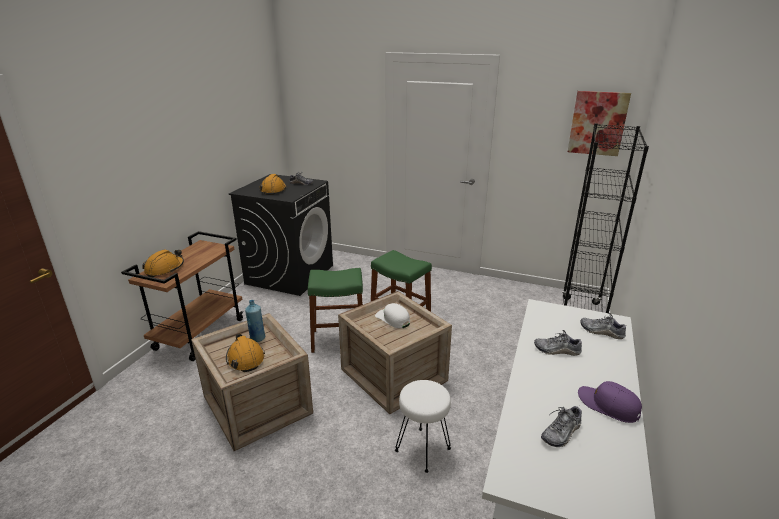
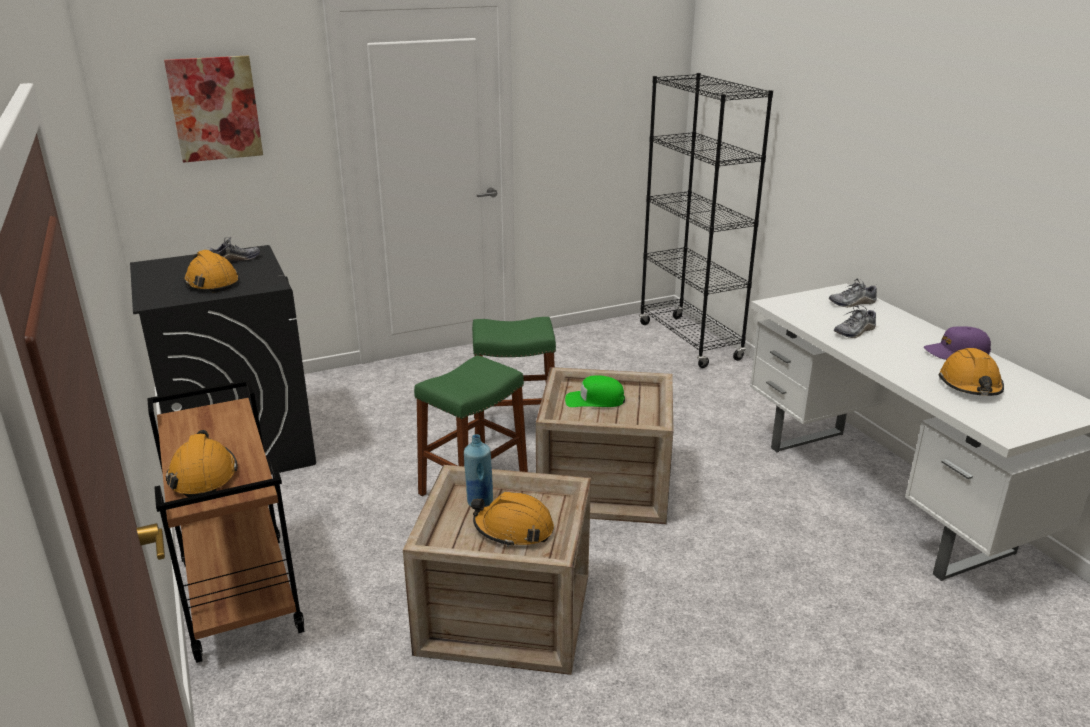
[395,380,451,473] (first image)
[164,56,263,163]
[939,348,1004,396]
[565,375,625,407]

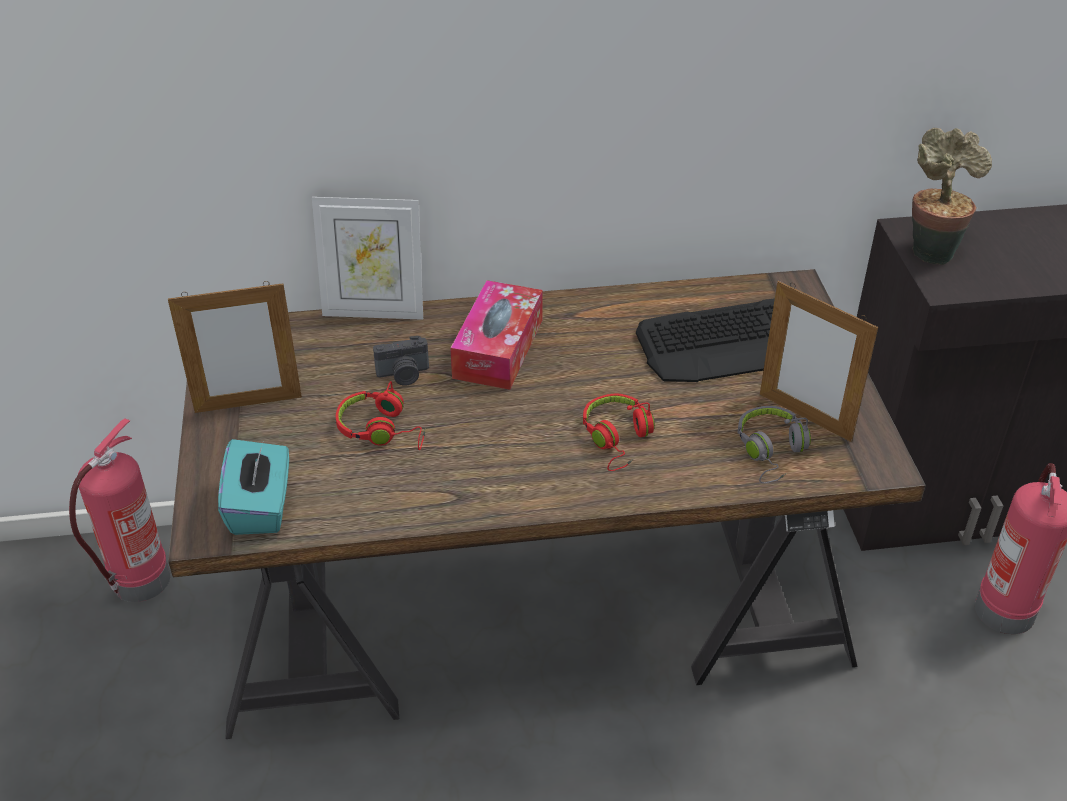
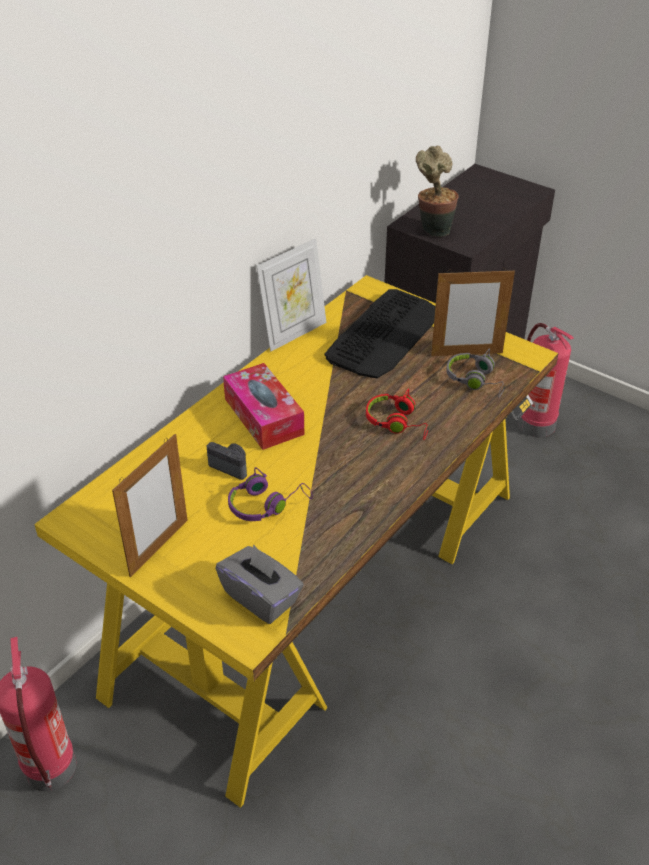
[257,238,327,352]
[34,275,559,808]
[215,544,304,624]
[228,467,313,521]
[207,442,247,480]

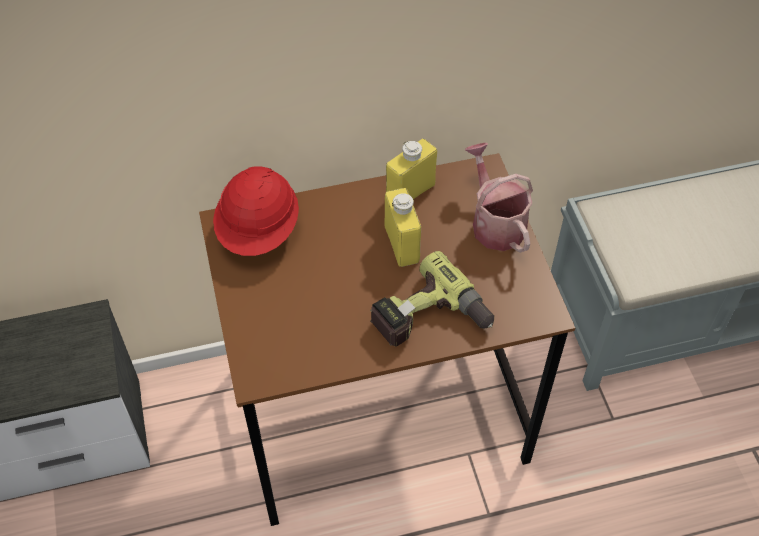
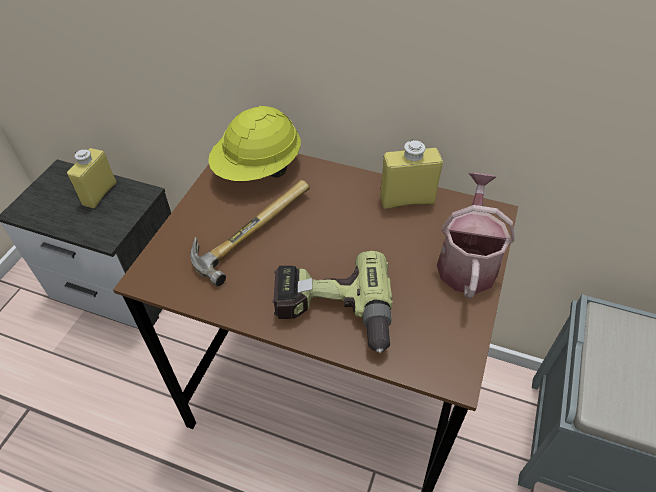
[191,180,310,286]
[67,148,117,208]
[208,106,301,181]

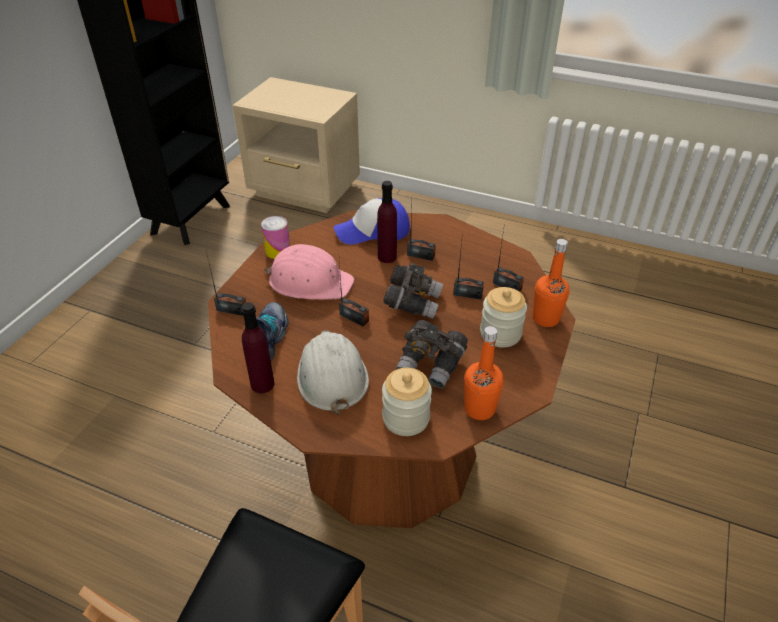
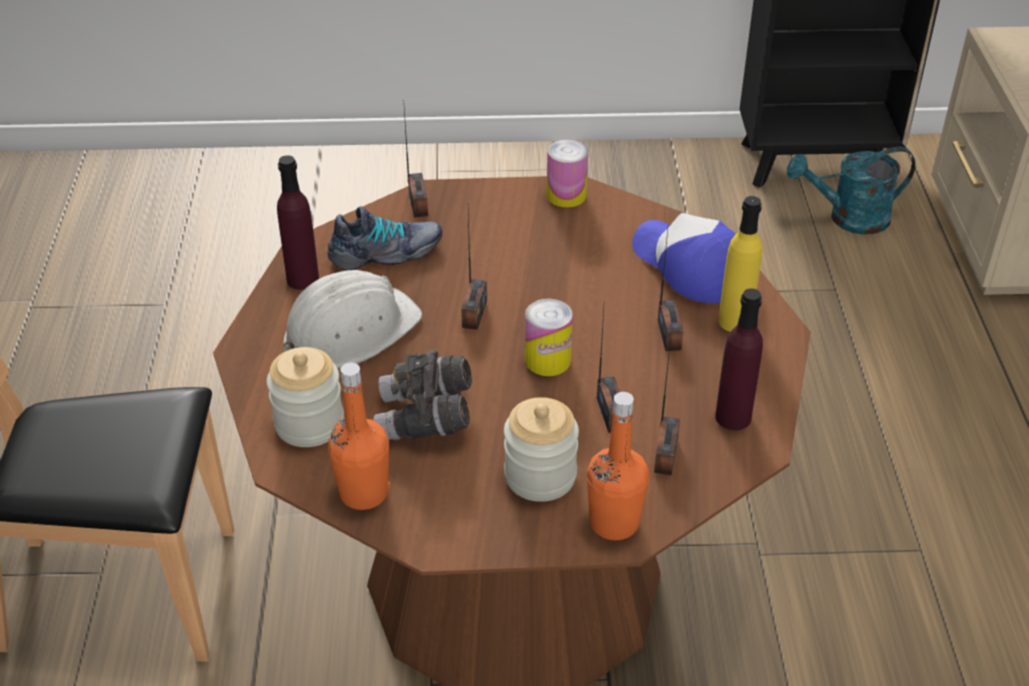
[264,244,354,299] (first image)
[718,196,762,332]
[787,147,916,235]
[715,288,763,430]
[525,299,573,376]

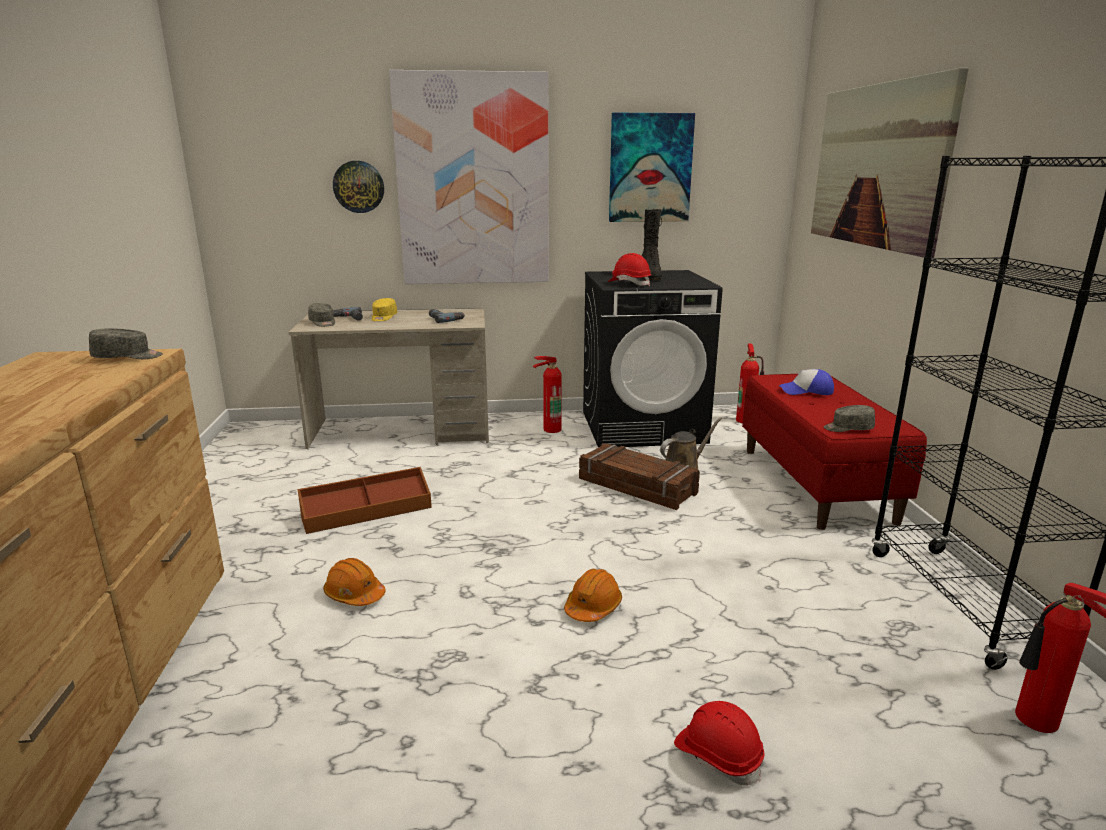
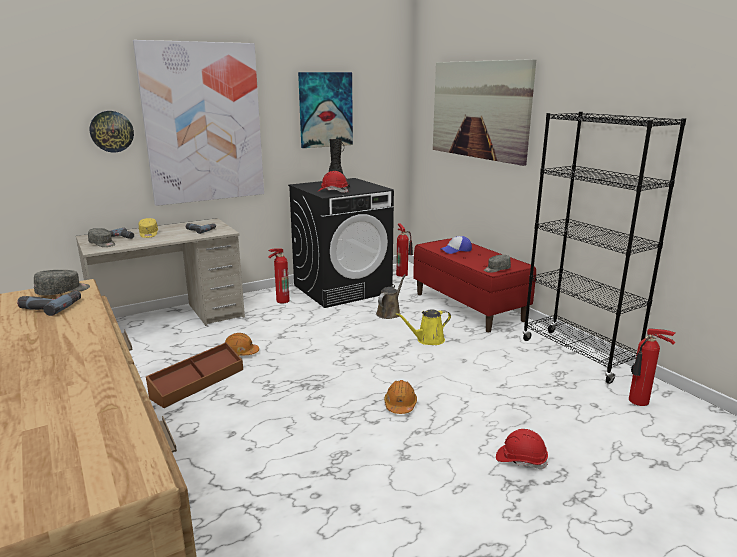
[579,443,700,510] (first image)
[17,291,81,316]
[396,309,451,345]
[225,333,259,356]

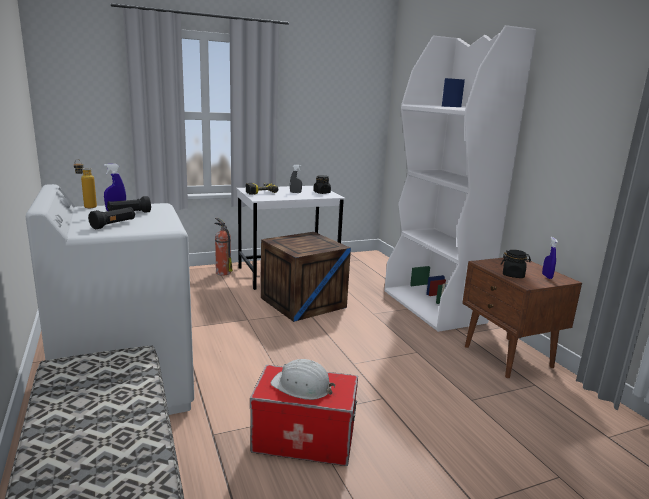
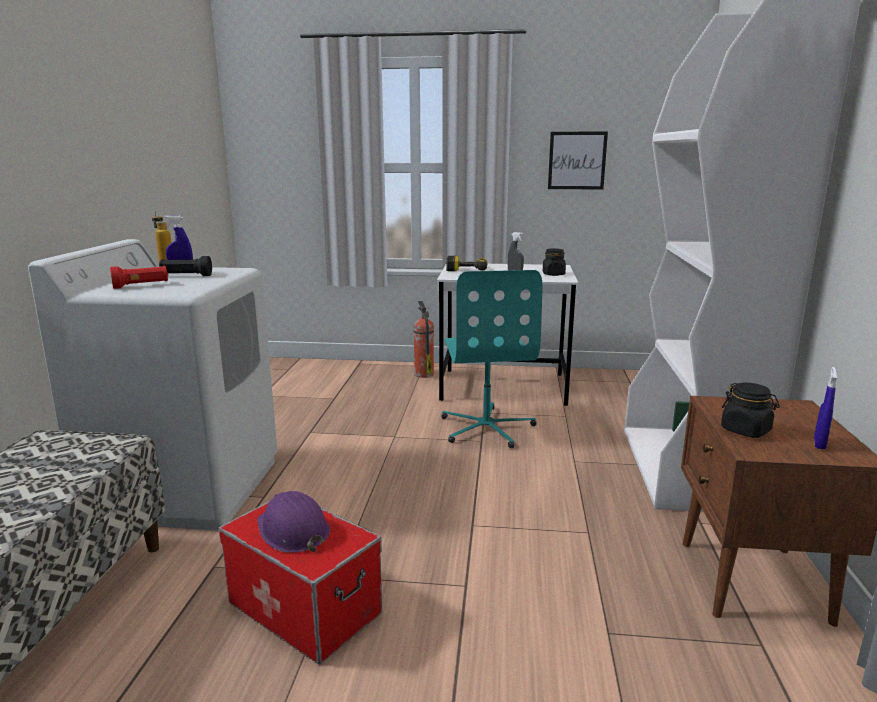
[548,132,608,190]
[441,270,543,448]
[110,266,168,289]
[257,491,330,553]

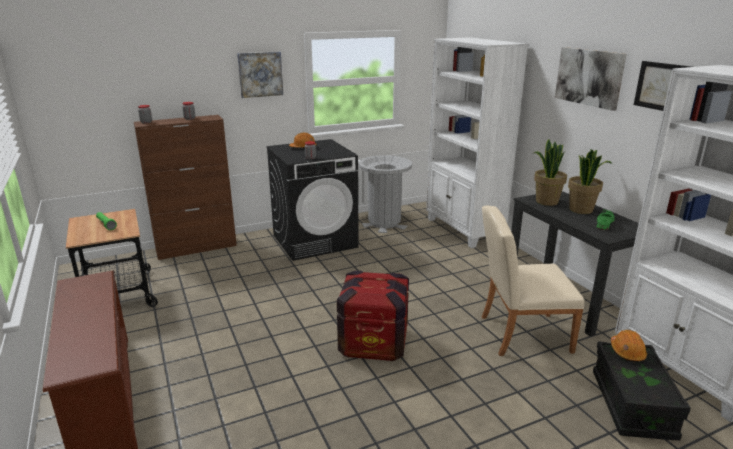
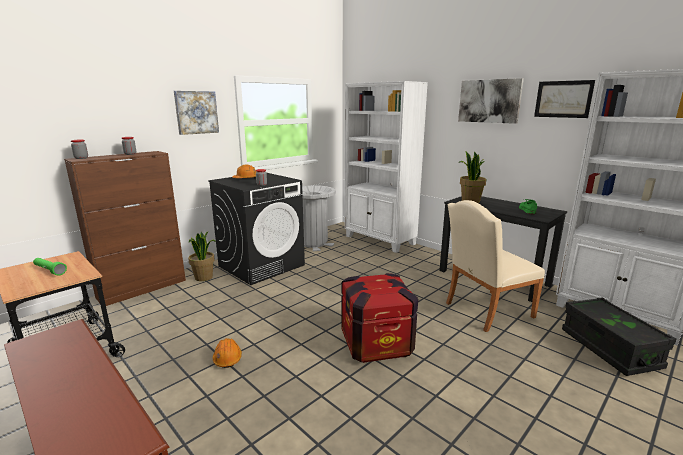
[188,232,216,281]
[213,338,242,368]

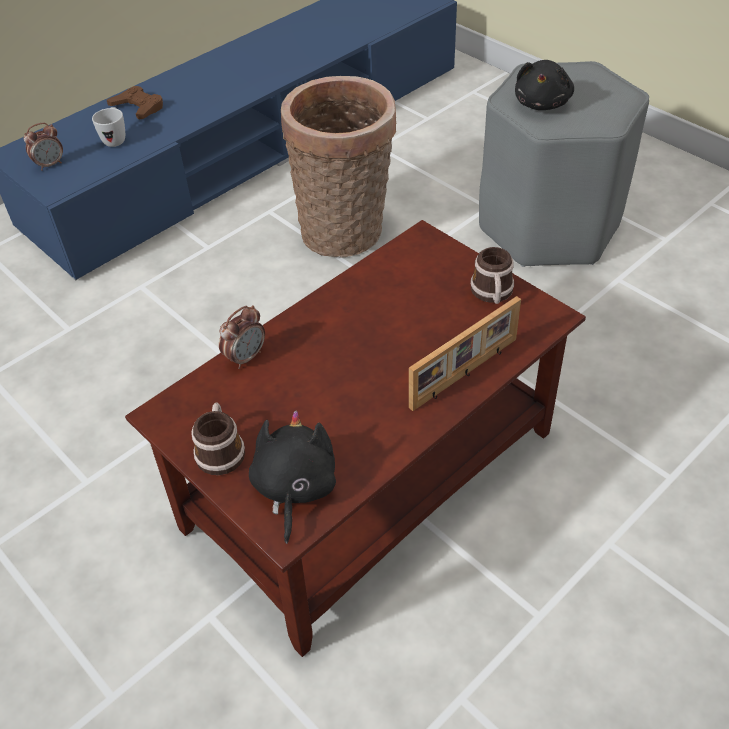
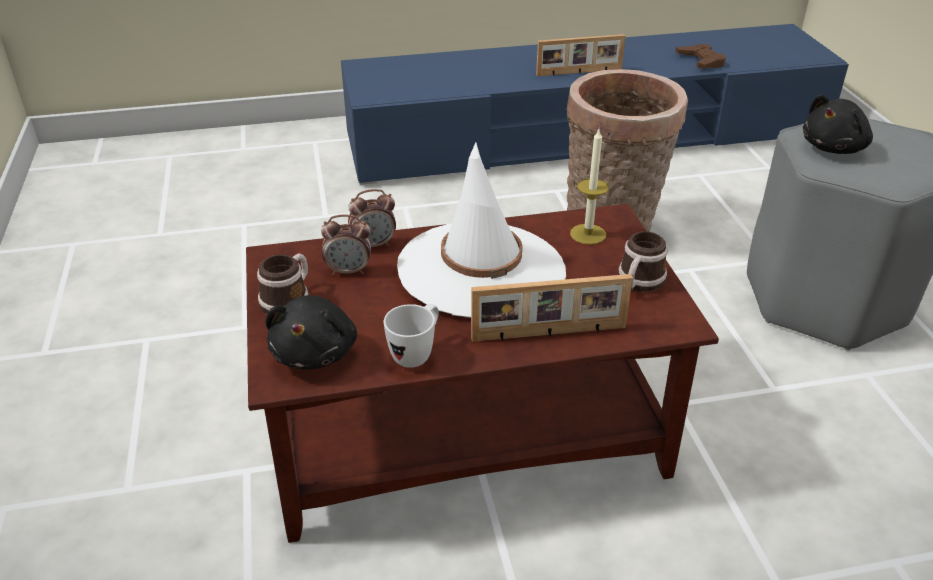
[397,142,566,318]
[536,34,626,76]
[570,129,609,245]
[321,214,371,275]
[384,304,439,368]
[675,44,726,69]
[266,295,357,370]

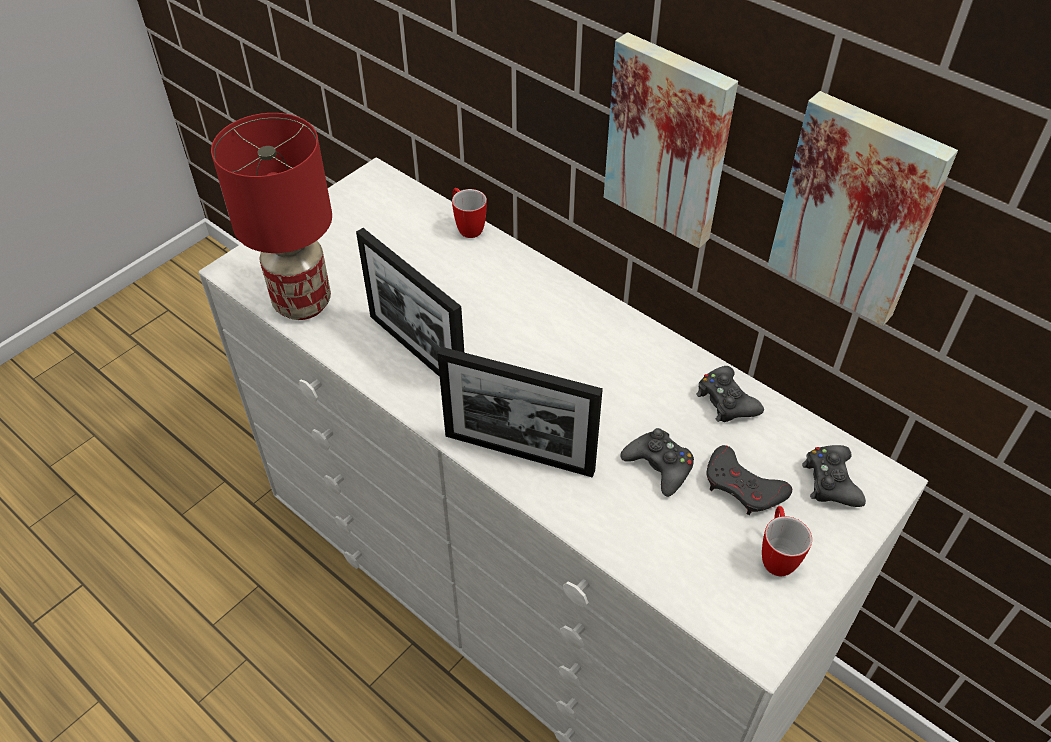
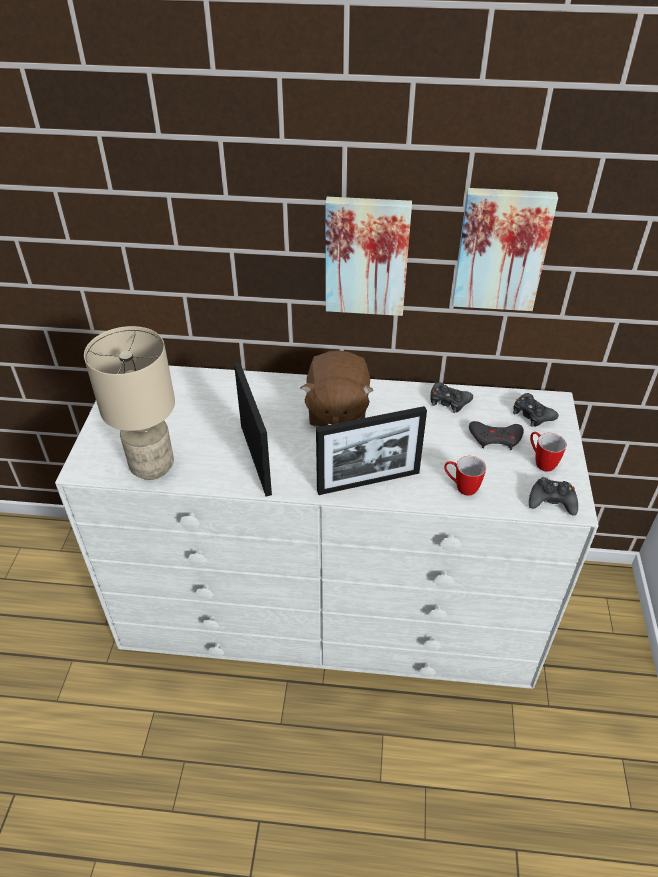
[301,350,374,427]
[444,456,486,496]
[529,477,578,516]
[84,326,175,480]
[234,363,272,496]

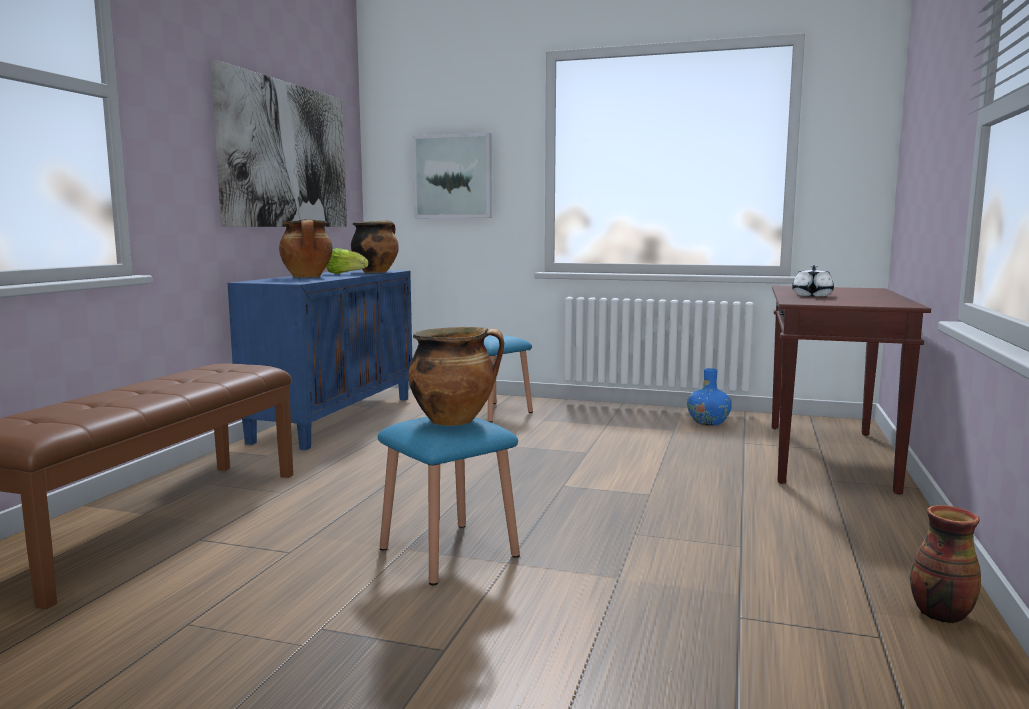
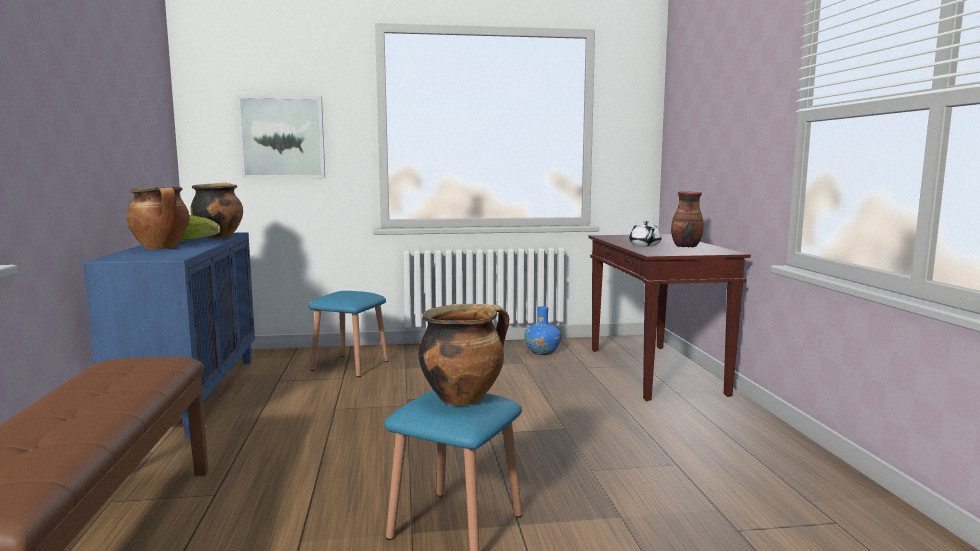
[211,60,347,227] (first image)
[671,191,703,248]

